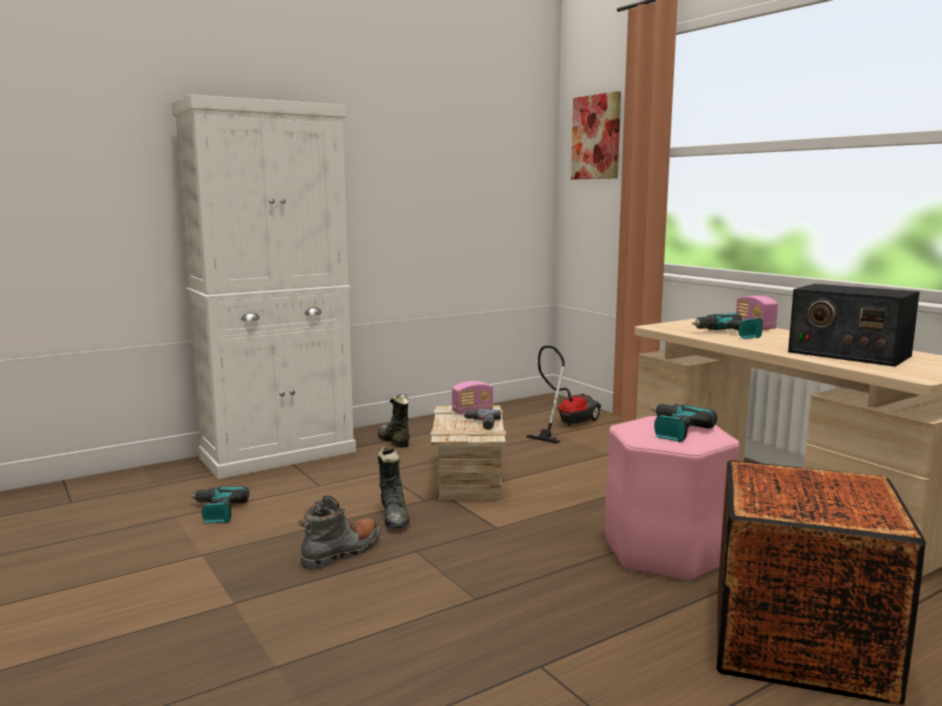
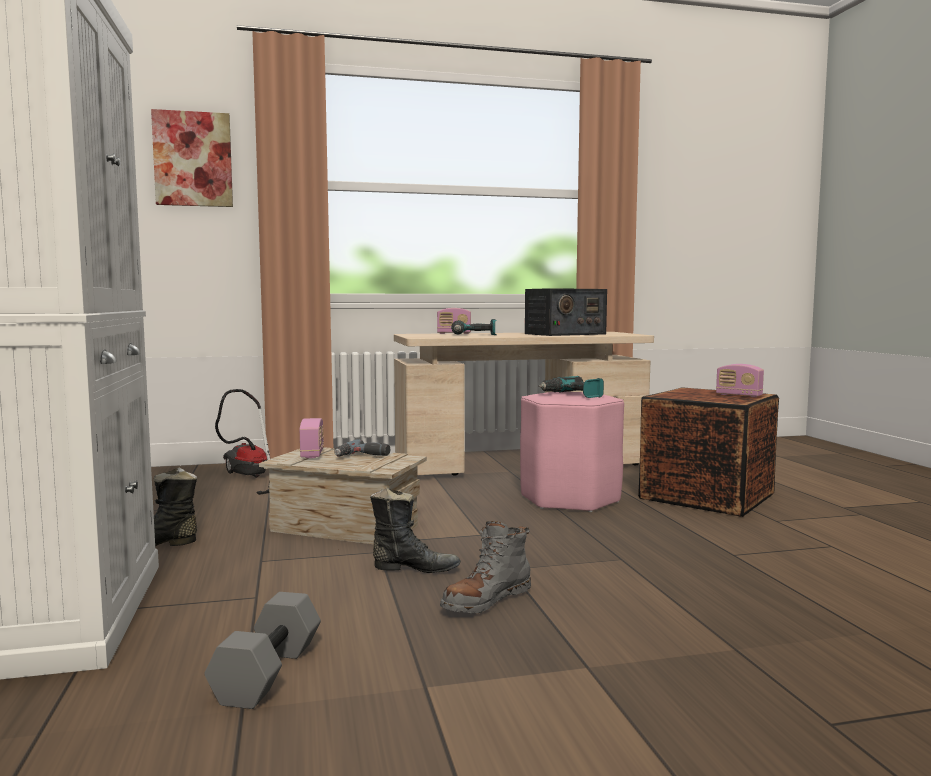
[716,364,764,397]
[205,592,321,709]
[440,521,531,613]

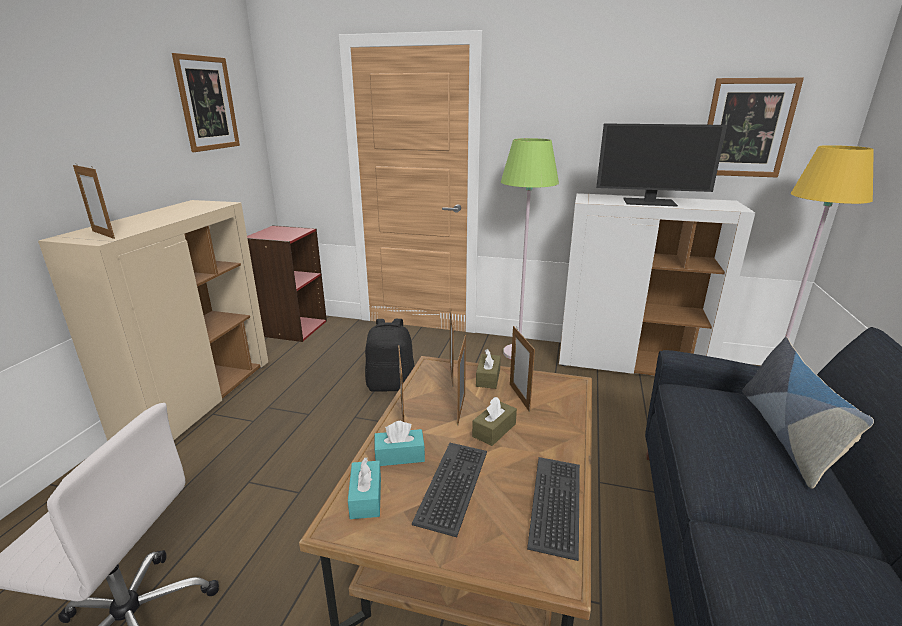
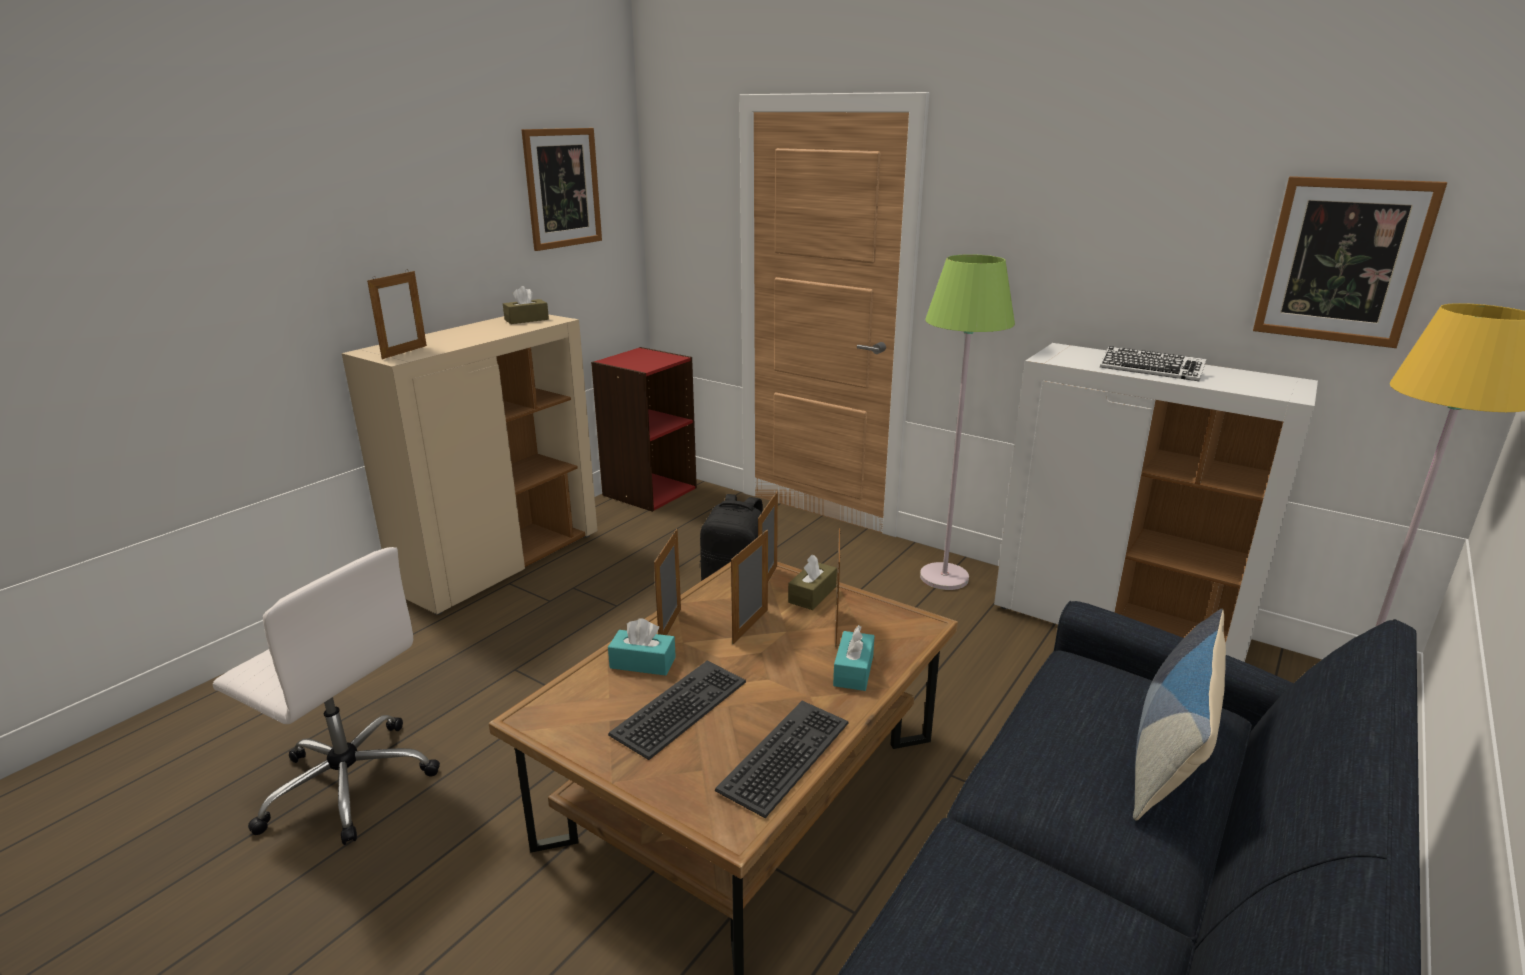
[833,625,874,691]
[503,286,549,324]
[1100,346,1206,381]
[367,271,427,359]

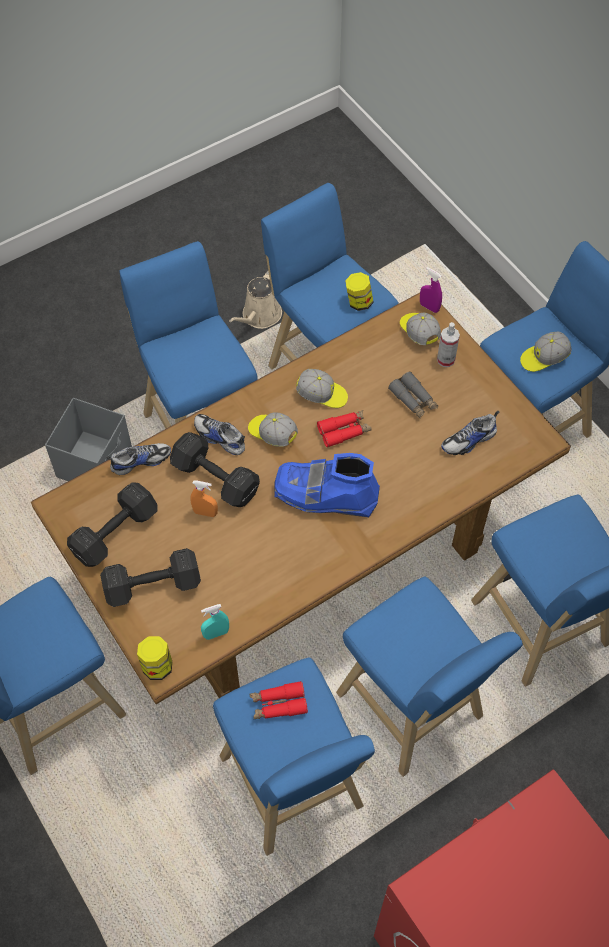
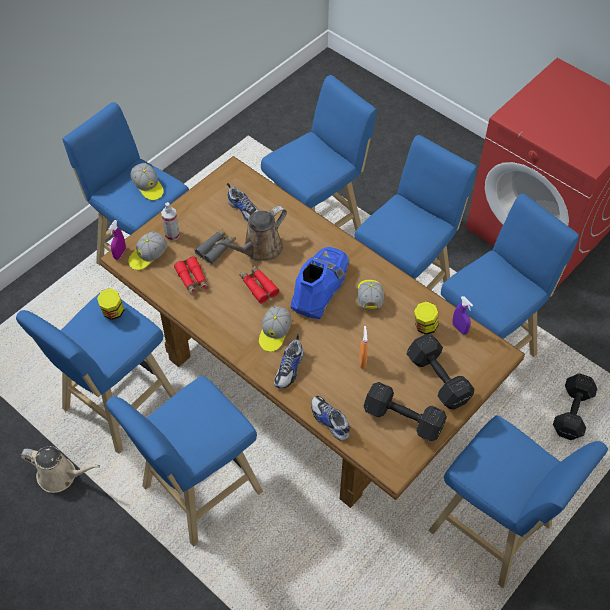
[45,398,132,481] (first image)
[215,206,287,262]
[414,302,439,334]
[553,373,597,440]
[174,257,209,295]
[357,280,384,309]
[452,296,473,335]
[291,247,349,319]

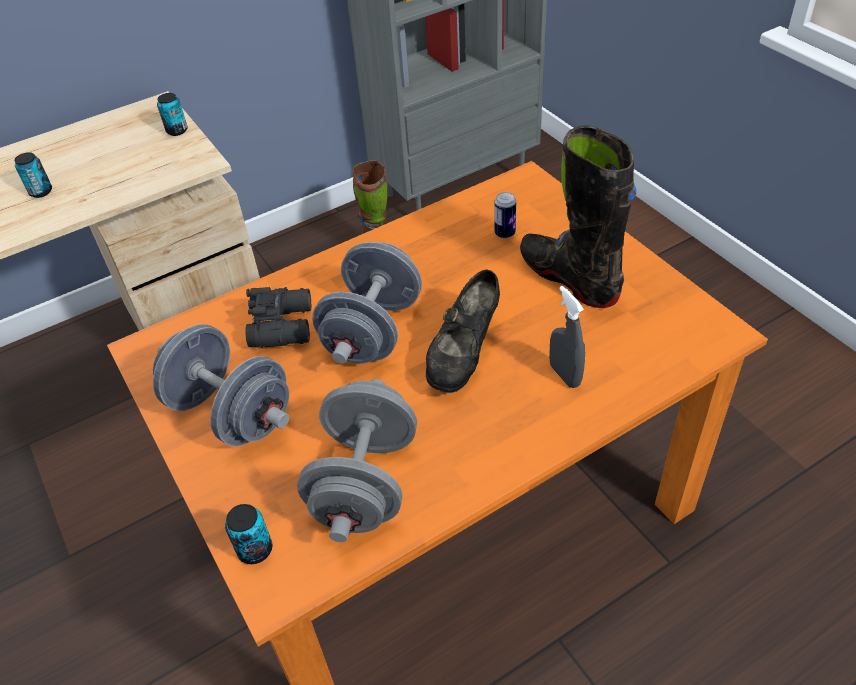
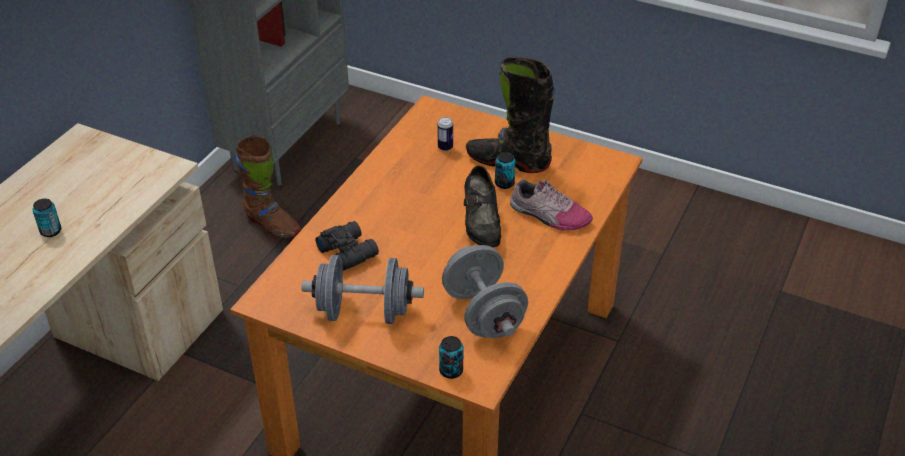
[312,242,422,364] (first image)
[495,152,516,189]
[510,179,593,231]

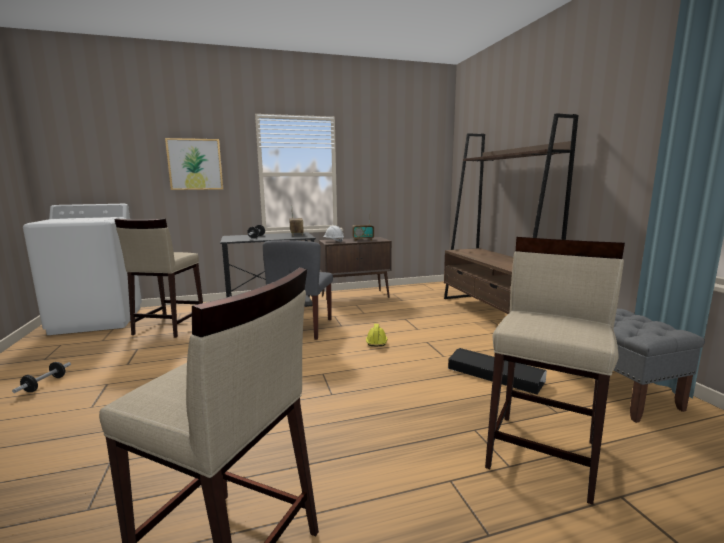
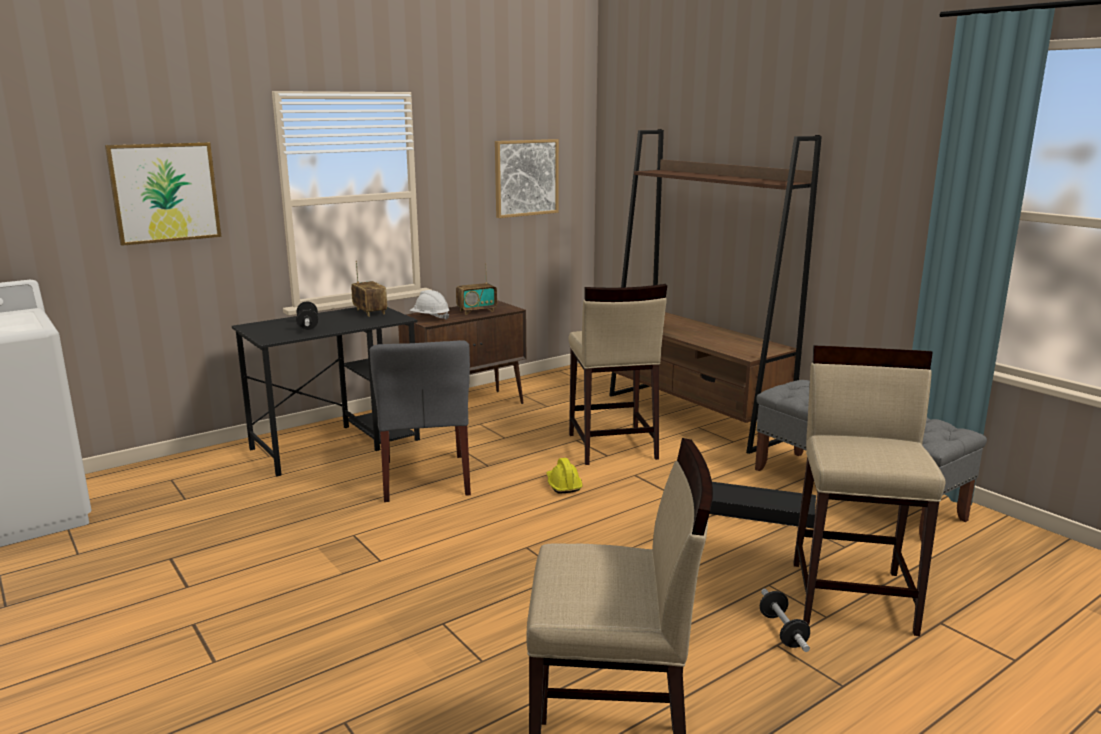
[495,139,559,218]
[760,589,810,652]
[568,284,667,465]

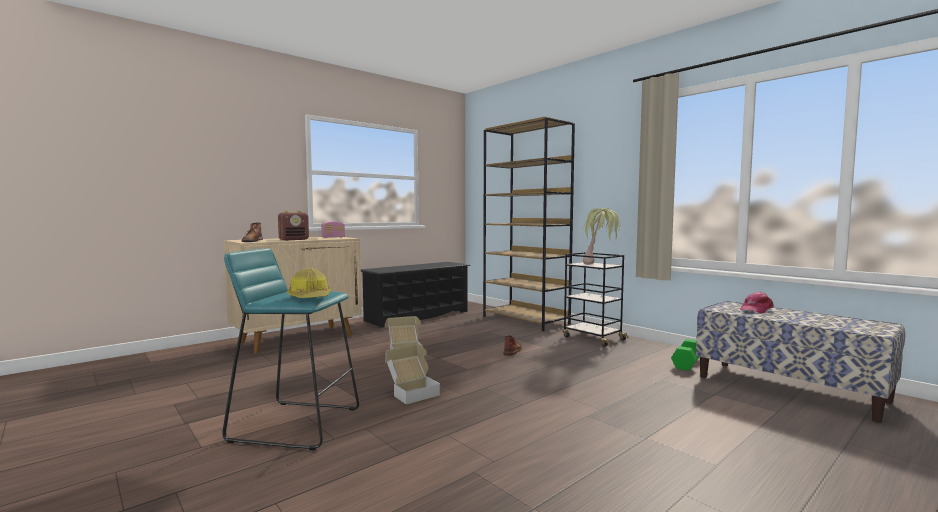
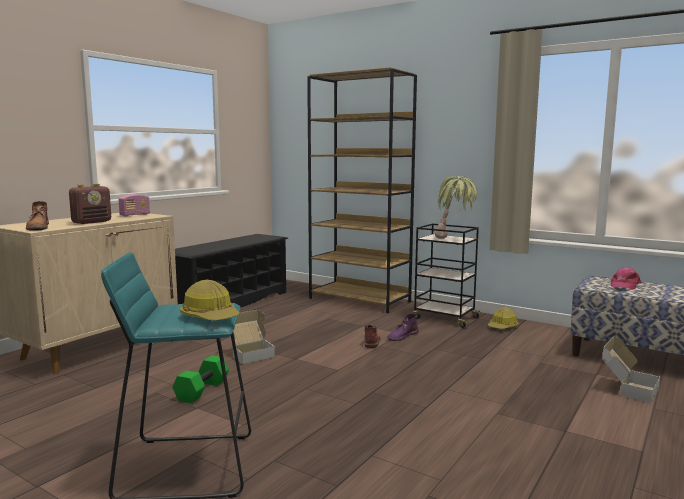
[387,313,419,341]
[488,308,519,329]
[602,337,660,403]
[172,356,229,403]

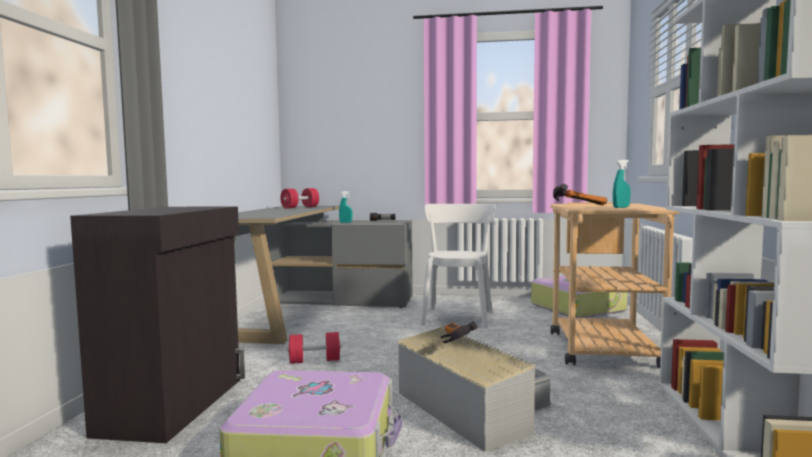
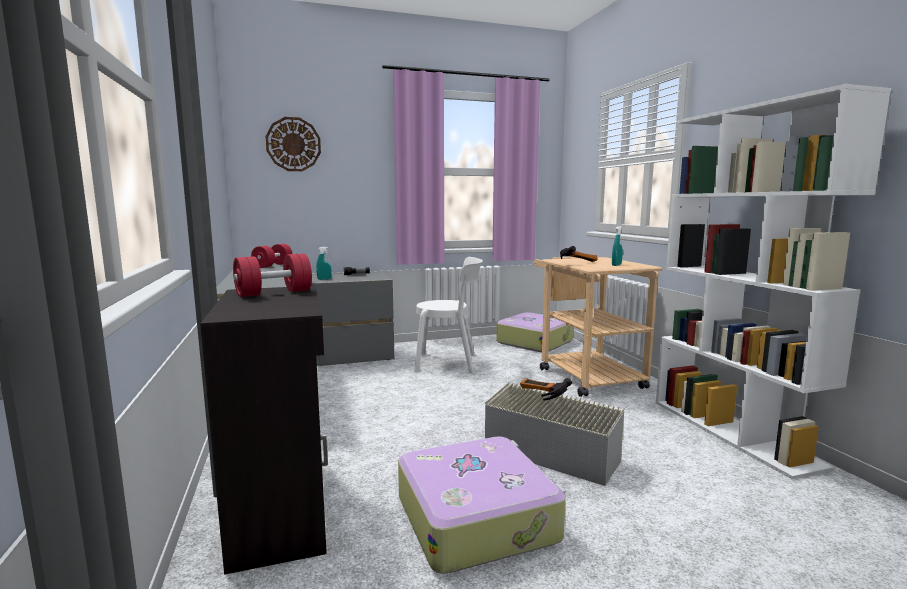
[265,117,321,171]
[233,253,312,297]
[414,257,483,374]

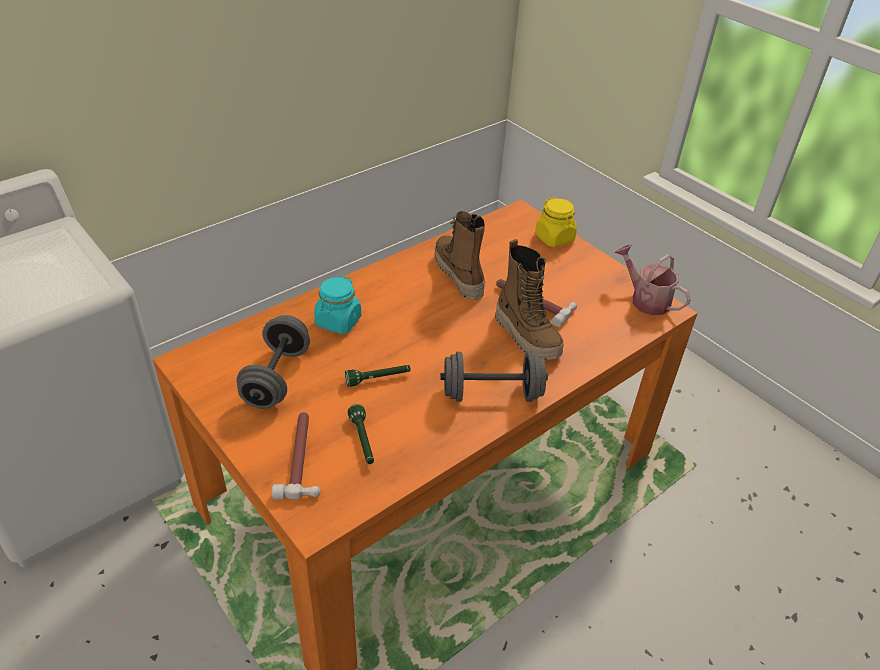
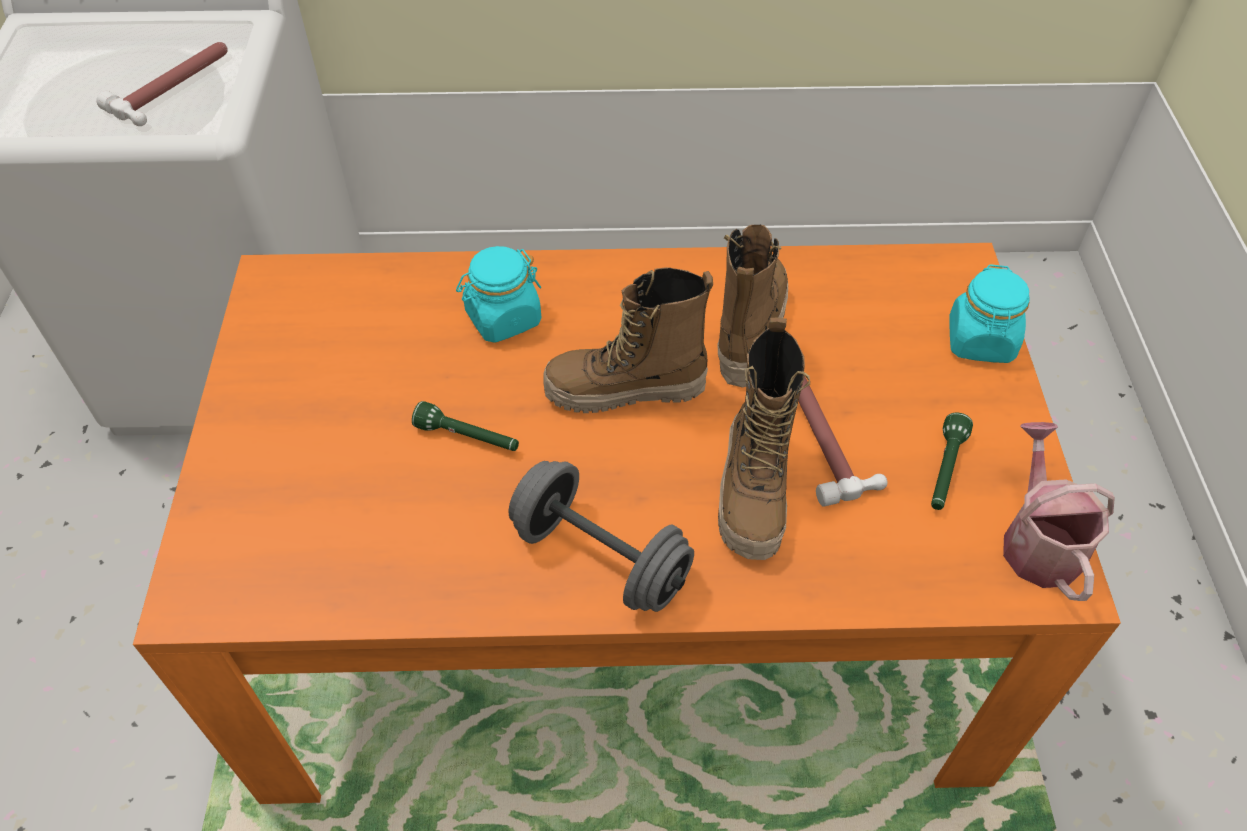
[236,315,310,409] (first image)
[543,267,713,413]
[97,42,228,126]
[931,412,973,510]
[949,264,1030,363]

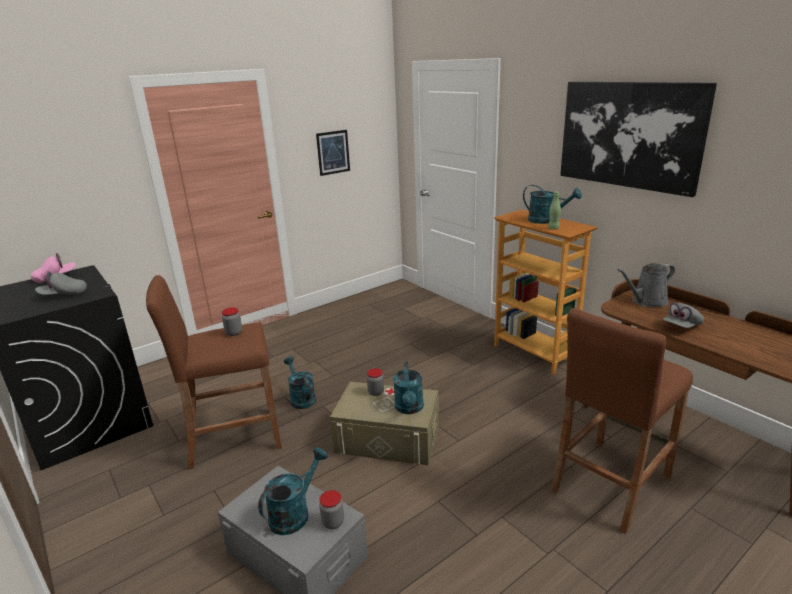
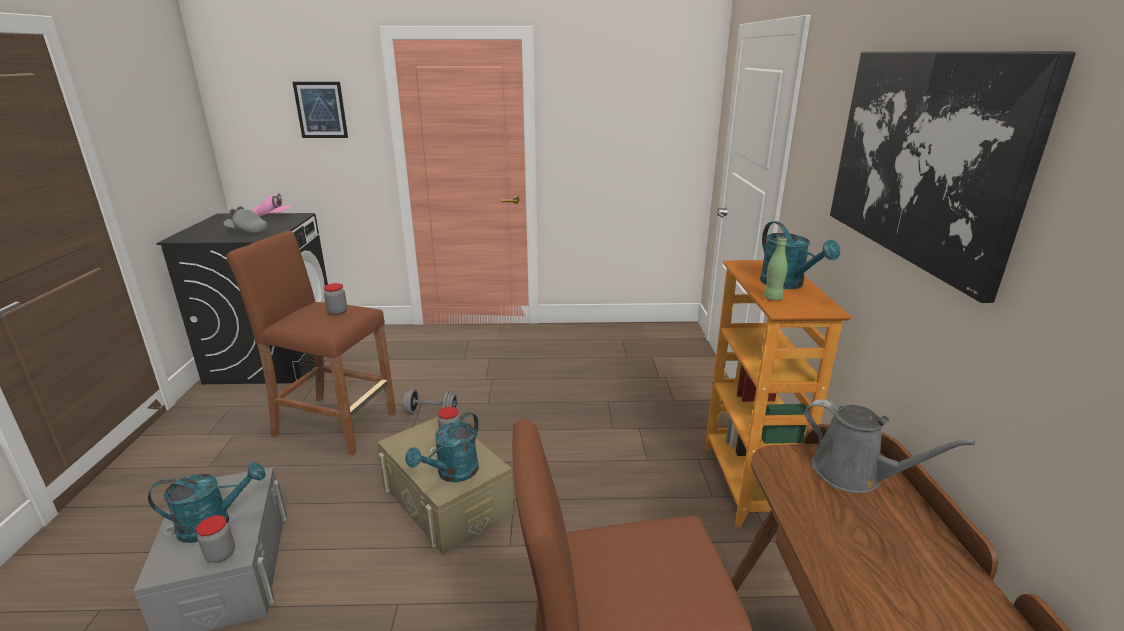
[663,302,704,328] (first image)
[293,82,348,138]
[403,389,457,414]
[805,399,975,493]

